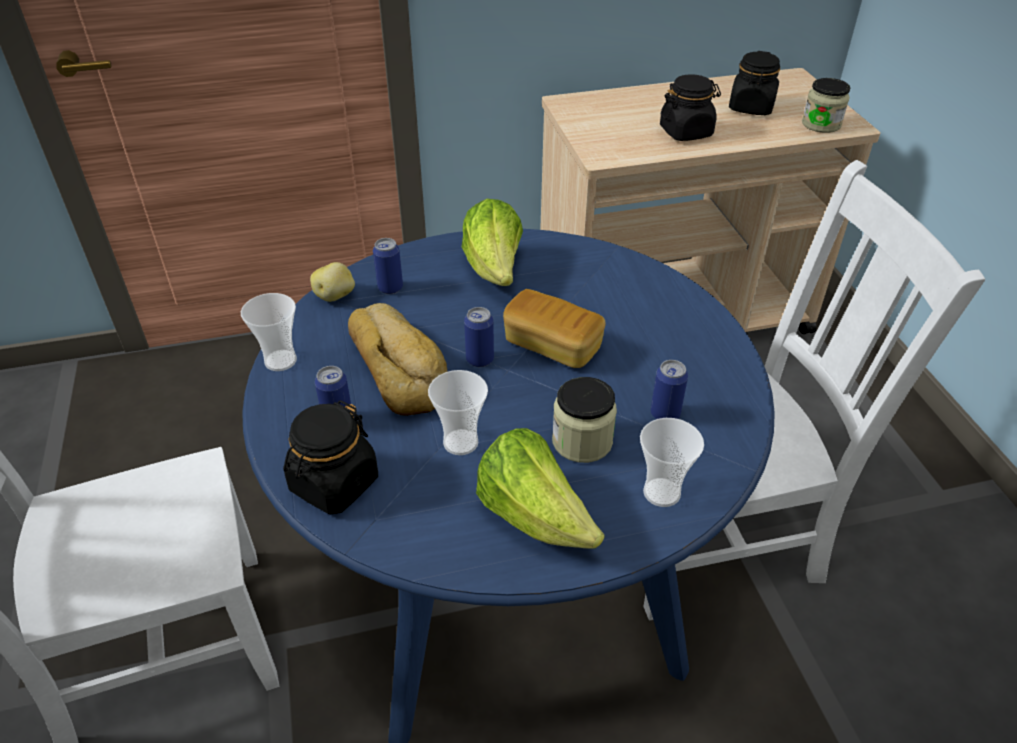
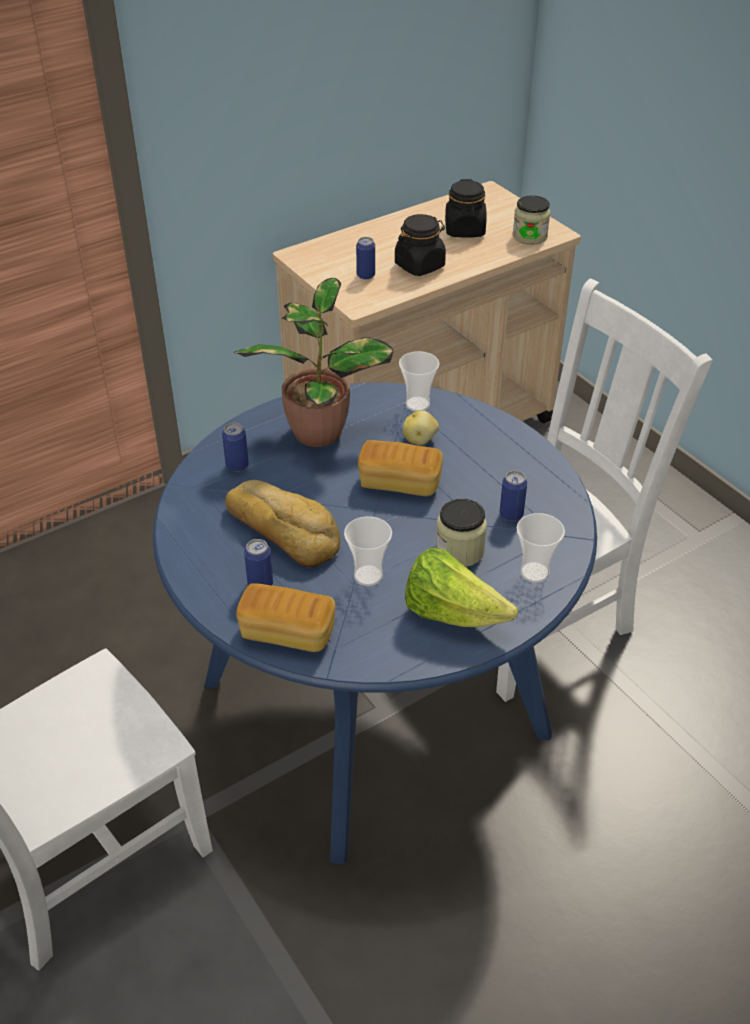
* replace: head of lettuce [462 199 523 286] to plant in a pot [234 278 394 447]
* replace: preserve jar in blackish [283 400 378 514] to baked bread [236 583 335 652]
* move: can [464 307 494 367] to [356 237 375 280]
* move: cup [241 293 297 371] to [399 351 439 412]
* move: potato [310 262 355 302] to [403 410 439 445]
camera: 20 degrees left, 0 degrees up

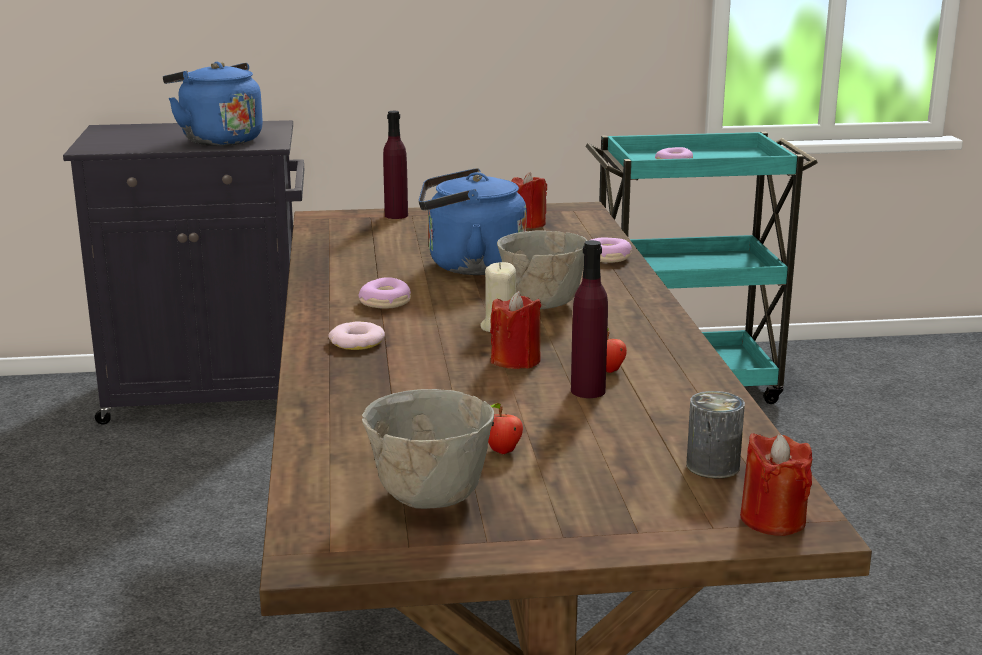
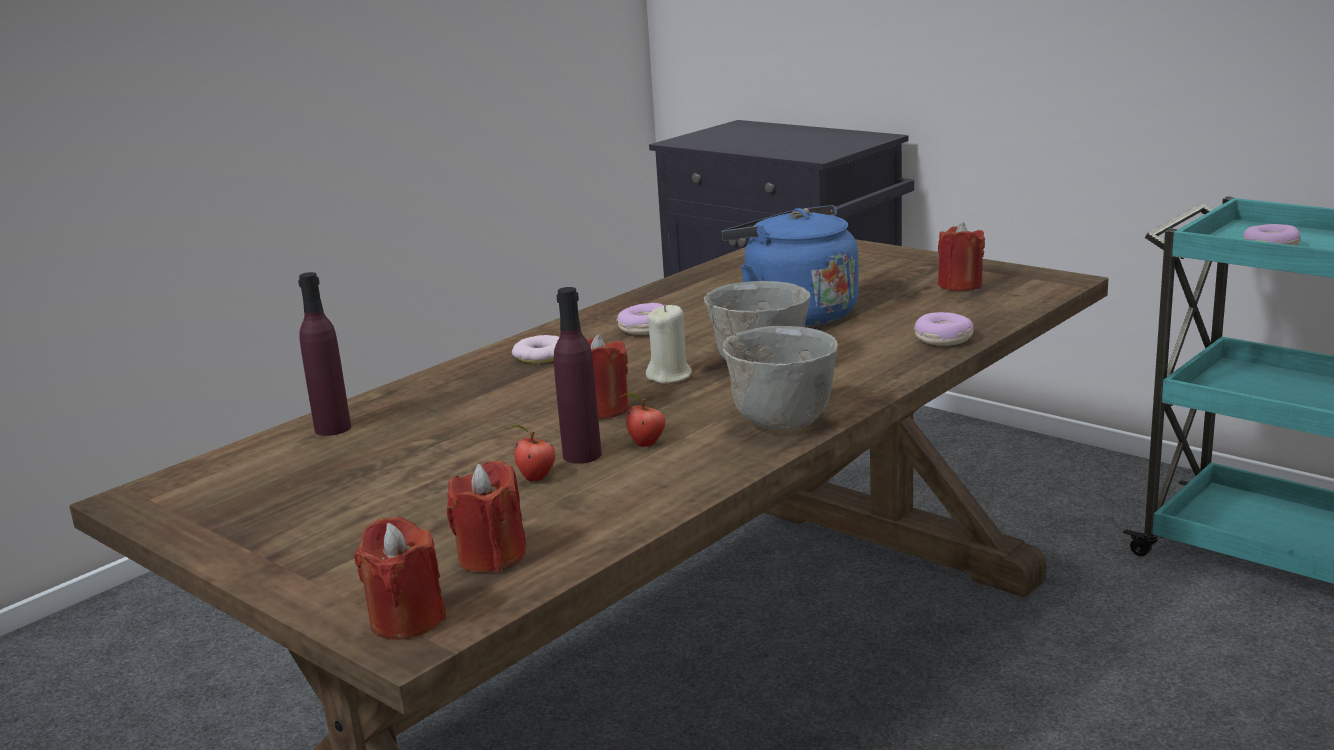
* move: bottle in purple [383 111 408 219] to [298 272 351 436]
* replace: can [686 391 745 478] to wax light in red [447 460 526 573]
* move: apple fruit [488 403 523 454] to [506 425 556 481]
* move: serving bowl in gray [362 389 494 509] to [723 326 838 431]
* delete: tea kettle in bluish [163 62 263 146]
camera: 50 degrees right, 0 degrees up

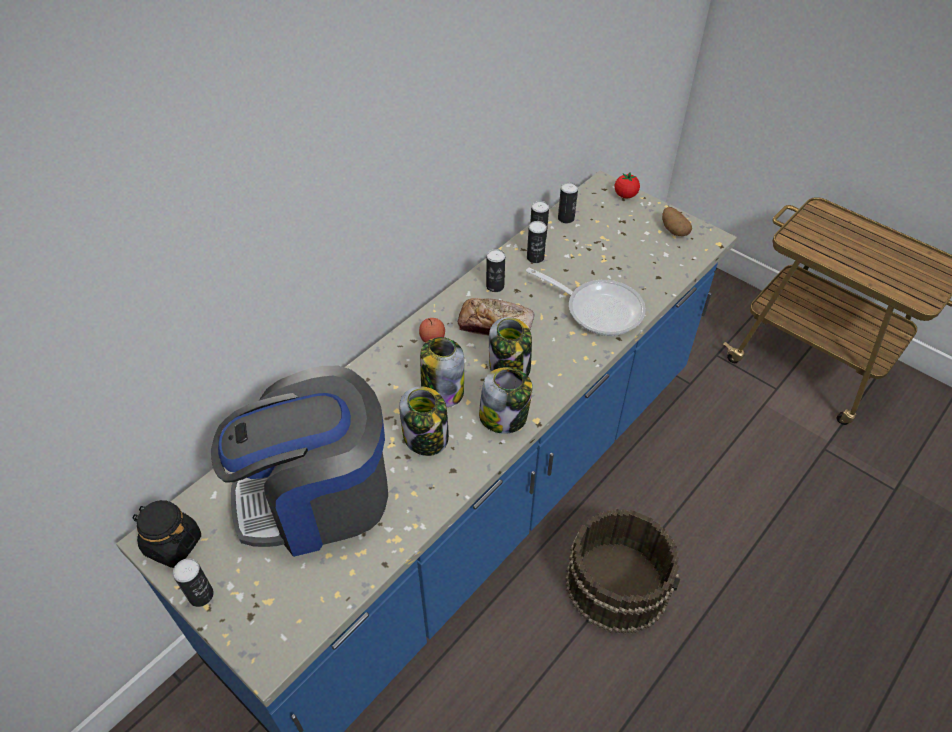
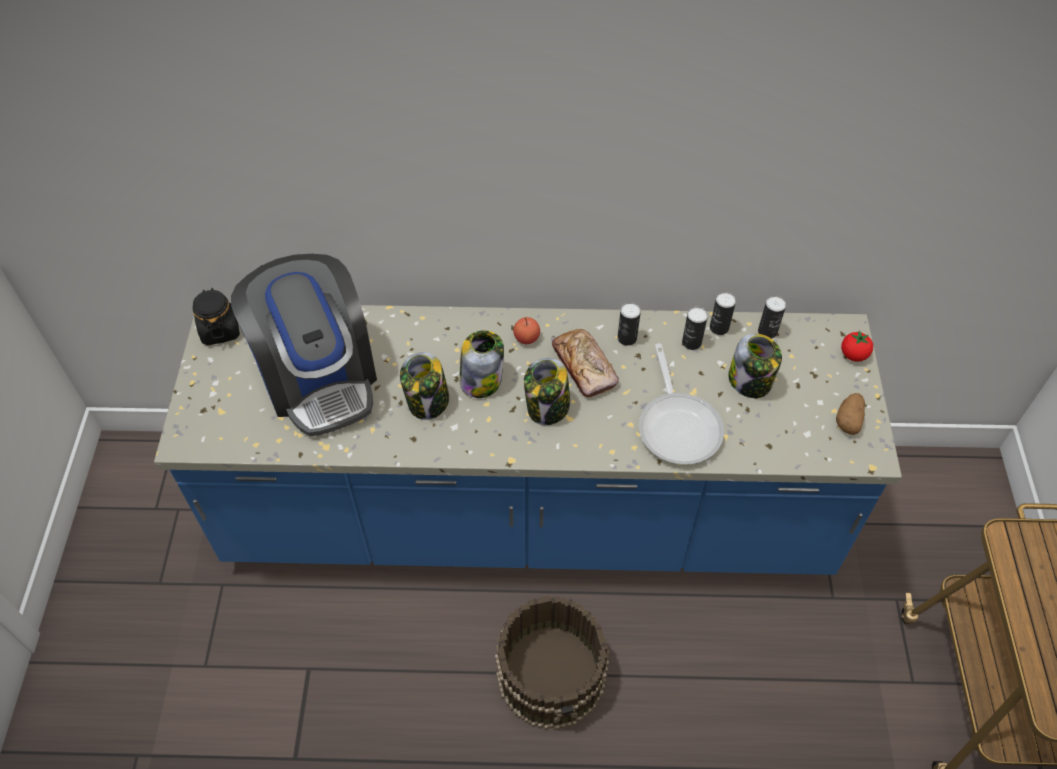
* rotate: coffee maker [211 366 388 557] = [231 254 377 436] 150 degrees counterclockwise
* move: preserve jar [479 367 533 434] to [728 333 782 398]
* delete: can [173 558 214 607]
camera: 50 degrees right, 5 degrees up

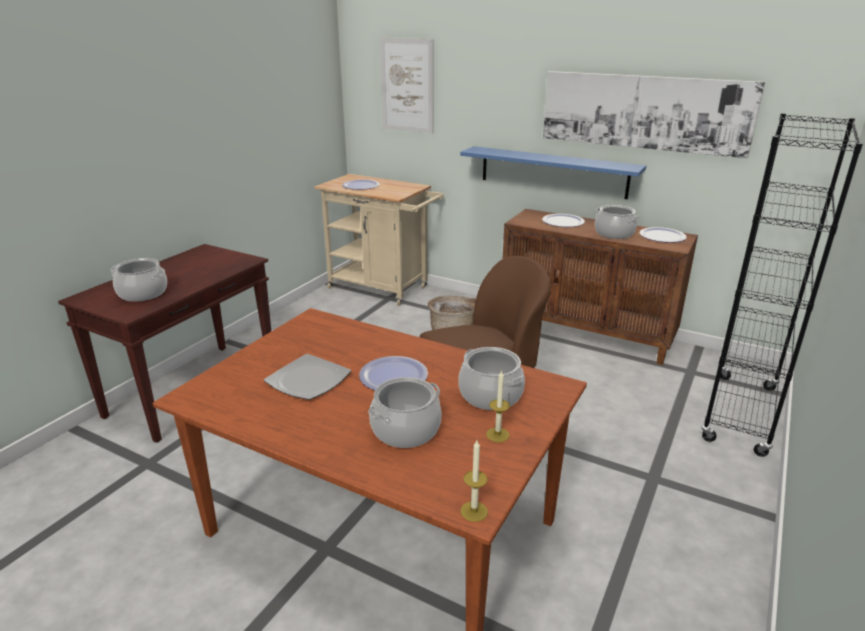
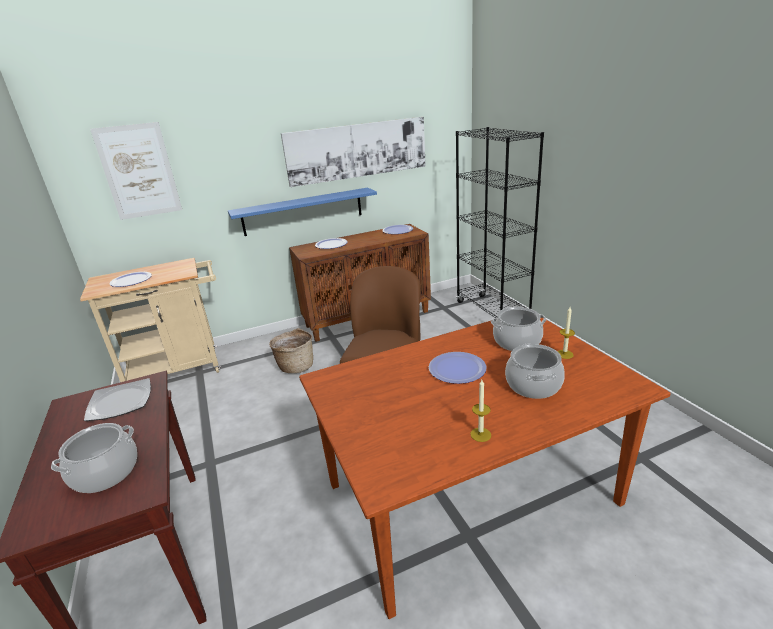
* move: flat dish [264 354 351 400] to [84 378 151 421]
* move: wax light [460 440 488 522] to [470 380 491 442]
* delete: saucepot [595 205 639 239]
camera: 50 degrees left, 0 degrees up

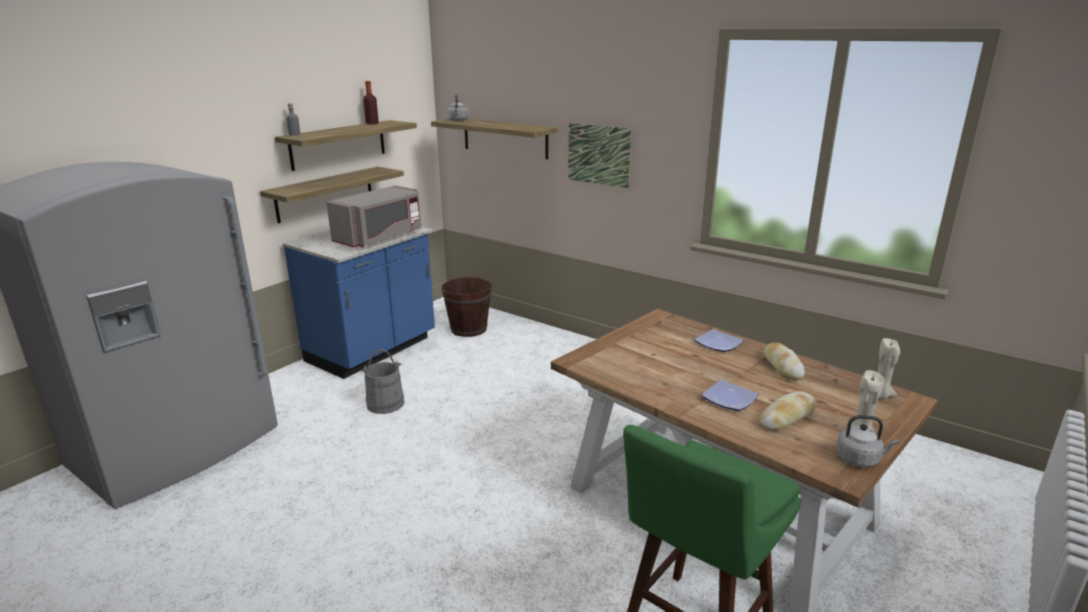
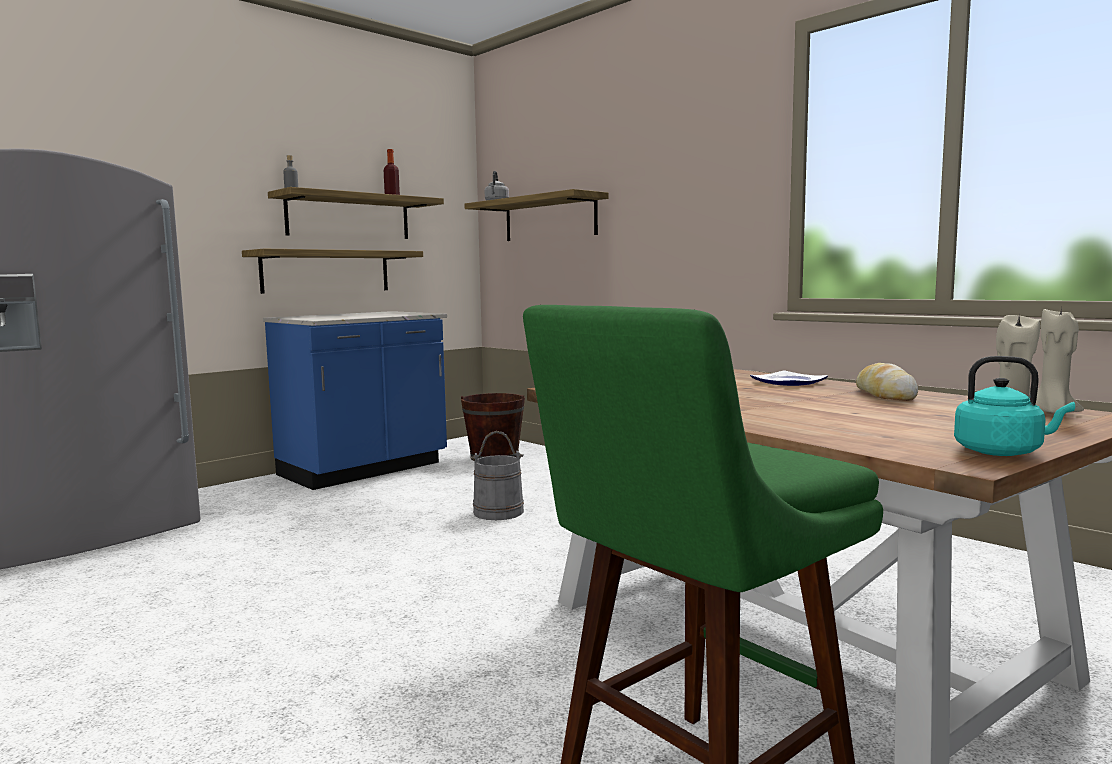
* move: water bucket in gray [361 349 404 414] to [470 431 524 520]
* recolor: tea kettle in gray [836 415 899 467] to tea kettle in turquoise [954 356 1075 456]
* delete: microwave oven in gray [326 185 421 247]
* delete: picture [568 123 632 188]
* delete: flat dish [702 380 759 411]
* delete: baked bread [759 391 816 431]
camera: 10 degrees right, 15 degrees down

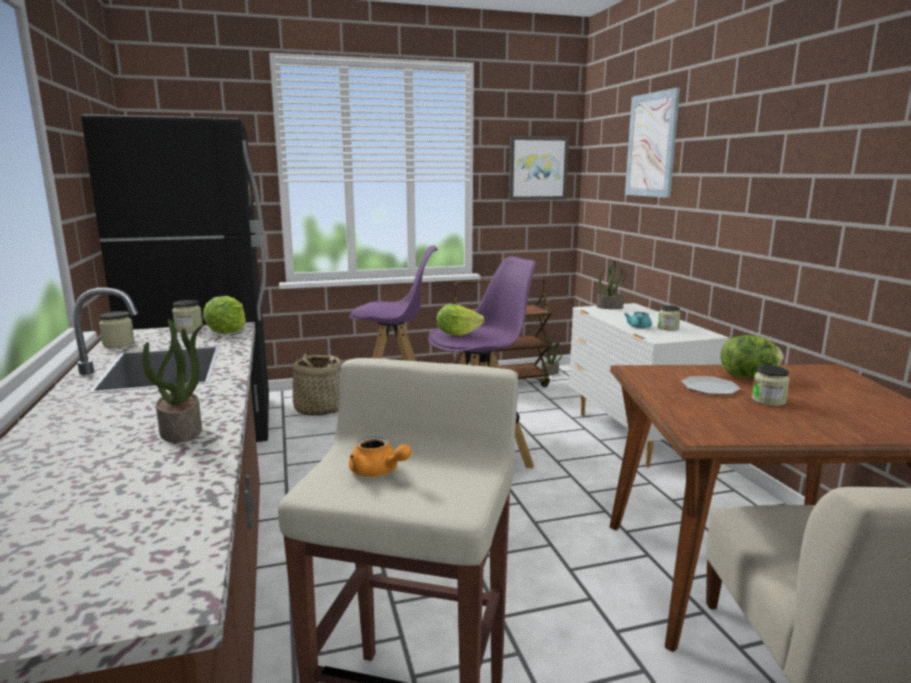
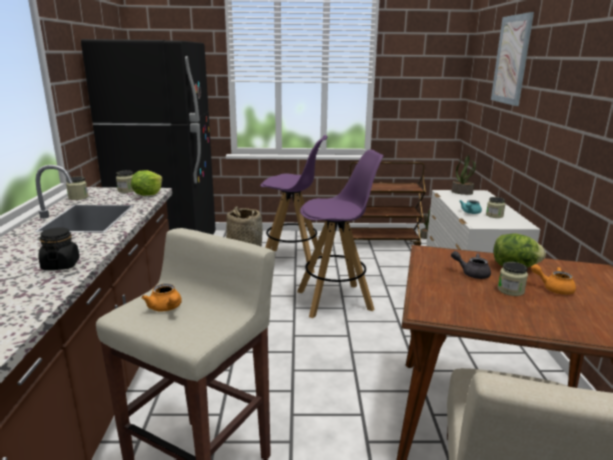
* replace: plant in a pot [142 319 204 443] to preserve jar in blackish [38 227 79 270]
* replace: flat dish [681 376 741 395] to tea pot in gray [451 251 491 279]
* insert: tea pot in orange [531 264 576 295]
* delete: head of lettuce [436 304 485 336]
* delete: picture [509 136 569 200]
camera: 15 degrees right, 5 degrees up

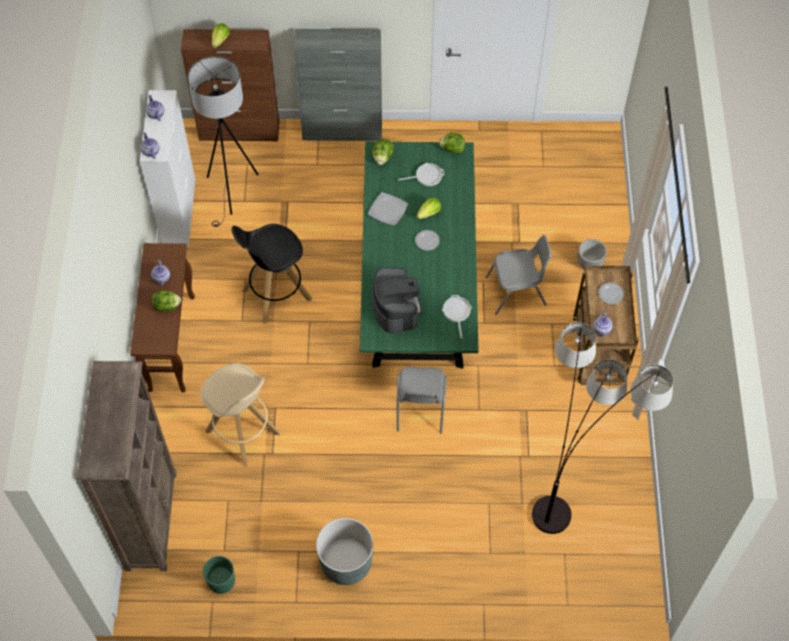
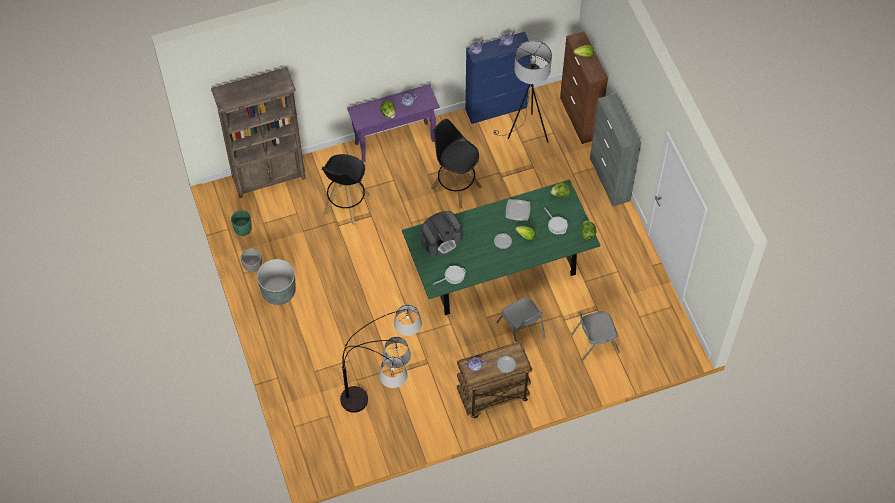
* move: planter [578 239 607 269] to [241 248 262 272]
* recolor: sitting stool in beige-coloured [200 363 280 466] to sitting stool in blackish [322 154 370 225]
* recolor: hall table in brown [130 243 195 392] to hall table in purple [347 84 439 162]
* recolor: cabinet in whitish [140 90 196 247] to cabinet in bluish [465 32 531 124]
* move: chair in gray [397 367 447 434] to [572 311 620 362]
camera: 70 degrees right, 0 degrees up

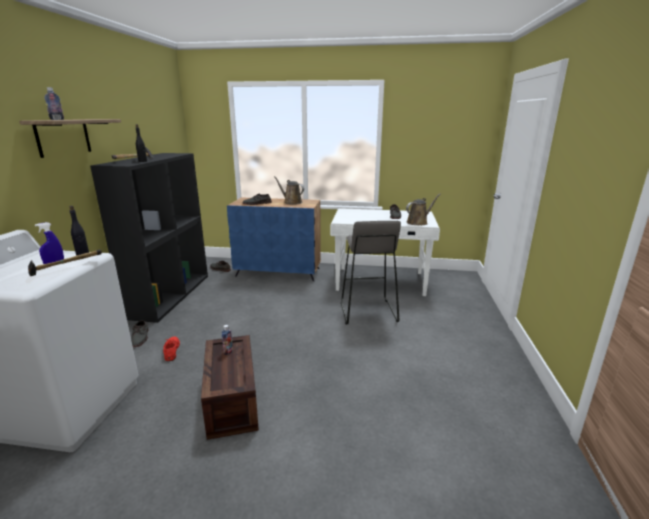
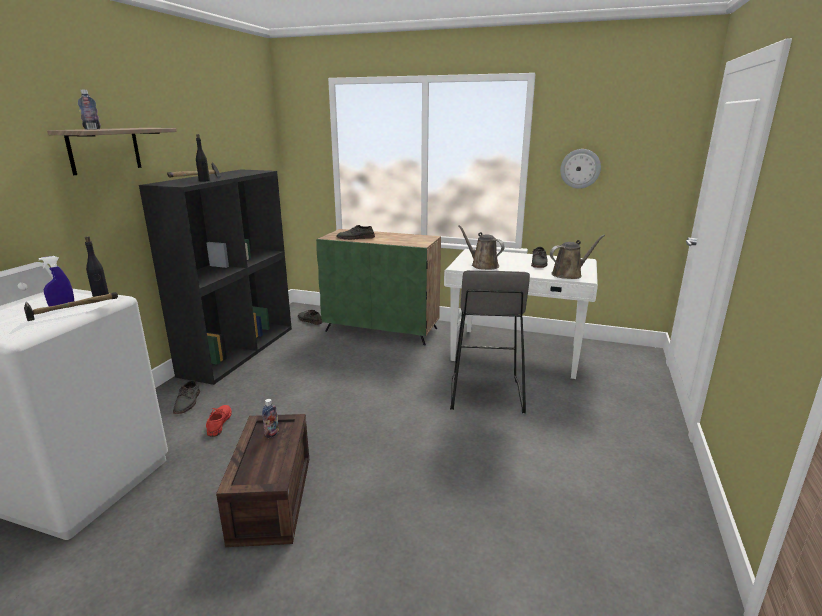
* recolor: cabinet in bluish [227 197 321 281] to cabinet in green-coloured [316 229 441 346]
* move: sprinkling can in brown [274 176 304 205] to [458 225 505 270]
* insert: hanging clock [560 149 601 189]
camera: 10 degrees right, 0 degrees up

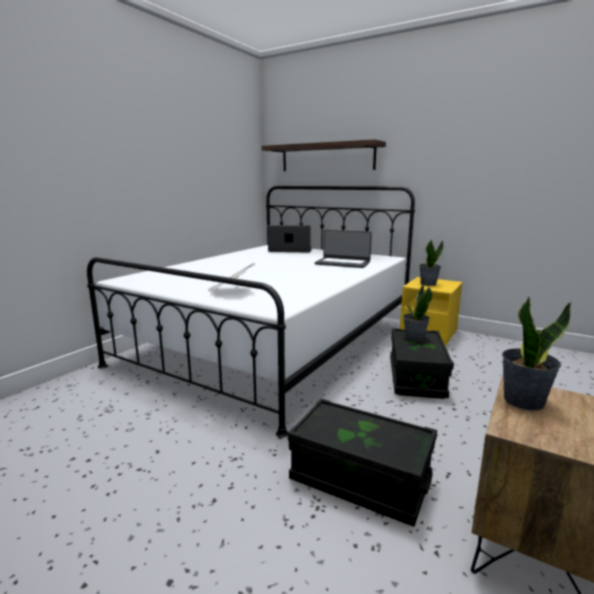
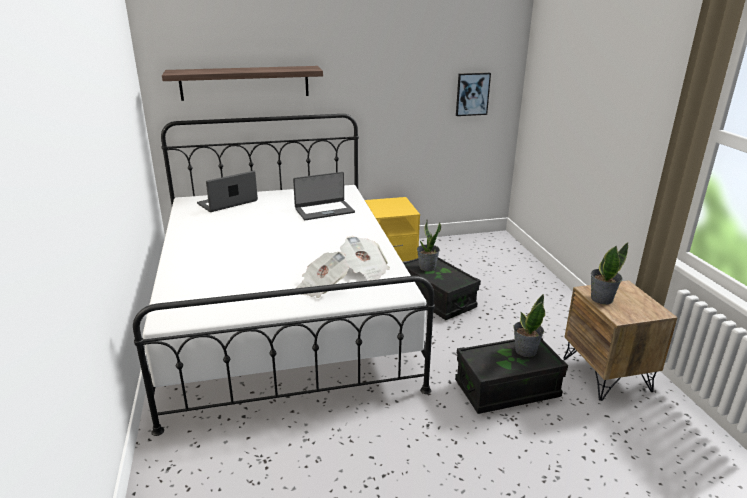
* insert: newspaper [340 236 390 280]
* insert: picture [456 73 491 116]
* move: plant in a pot [419 239 443 286] to [514 293 545 357]
camera: 45 degrees left, 10 degrees up

